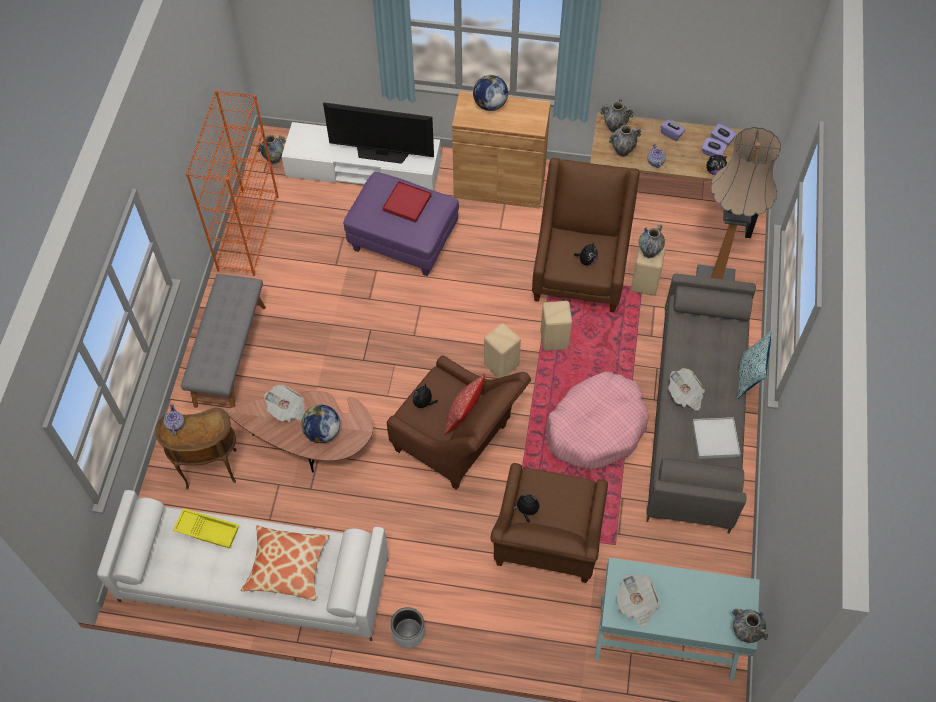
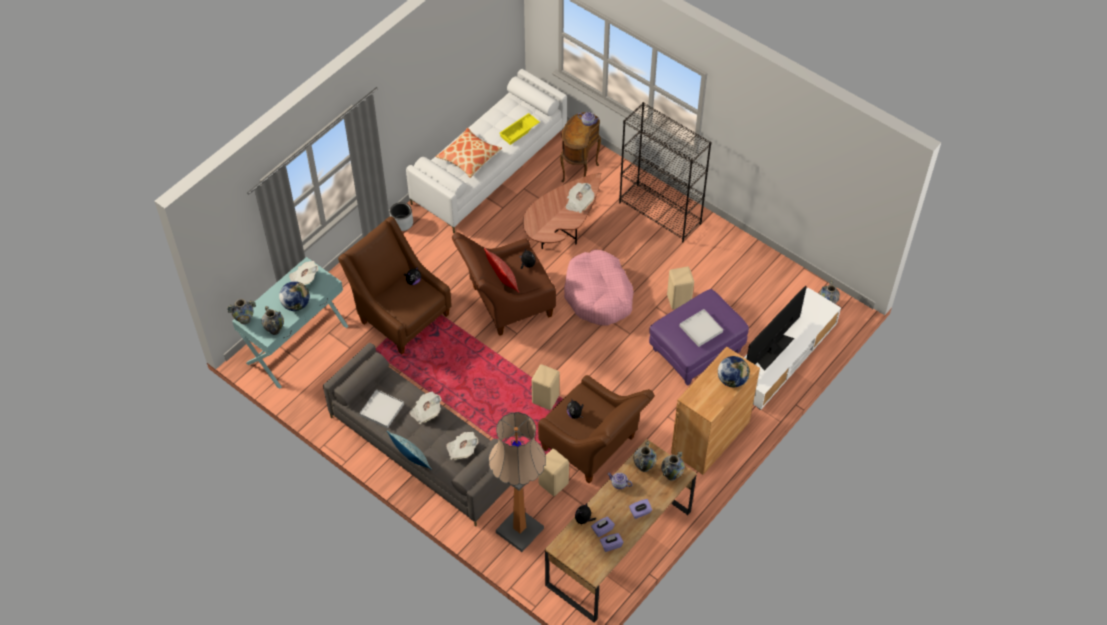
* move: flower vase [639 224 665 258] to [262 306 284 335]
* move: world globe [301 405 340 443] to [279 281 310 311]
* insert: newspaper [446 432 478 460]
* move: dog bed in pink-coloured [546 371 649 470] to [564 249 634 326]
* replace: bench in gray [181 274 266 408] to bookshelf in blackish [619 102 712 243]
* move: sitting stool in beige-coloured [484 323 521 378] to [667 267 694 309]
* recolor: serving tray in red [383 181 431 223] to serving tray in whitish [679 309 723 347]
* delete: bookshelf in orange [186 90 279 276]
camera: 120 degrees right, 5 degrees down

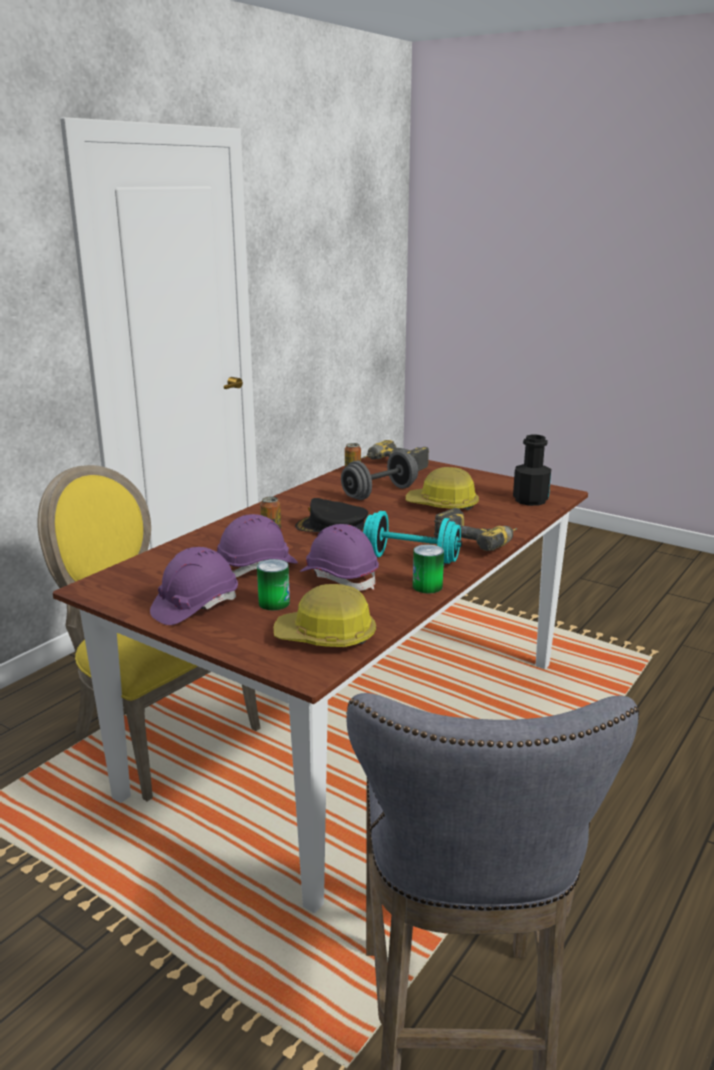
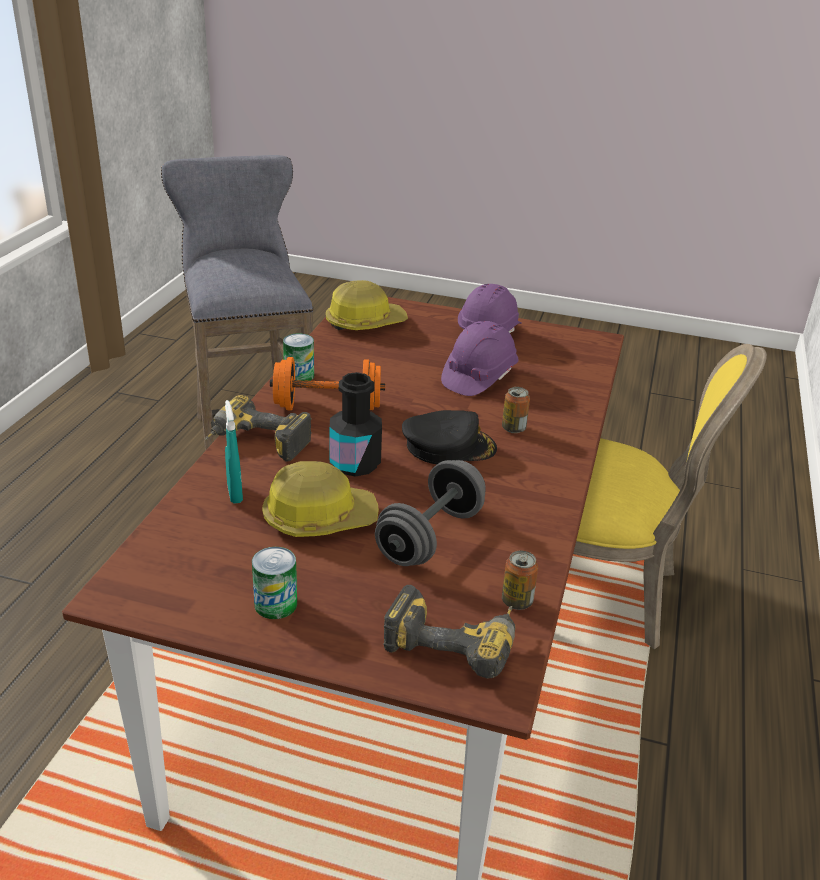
* insert: hand sprayer in turquoise [225 400 243 504]
* move: can [257 559 290 611] to [252 547 297 619]
* recolor: free weight in turquoise [363 511 462 566] to free weight in orange [270 357 385 410]
* move: bottle in blackish [513 435 551 506] to [329 372 382 476]
* delete: safety helmet in purple [299 524 379 591]
camera: 160 degrees right, 10 degrees up

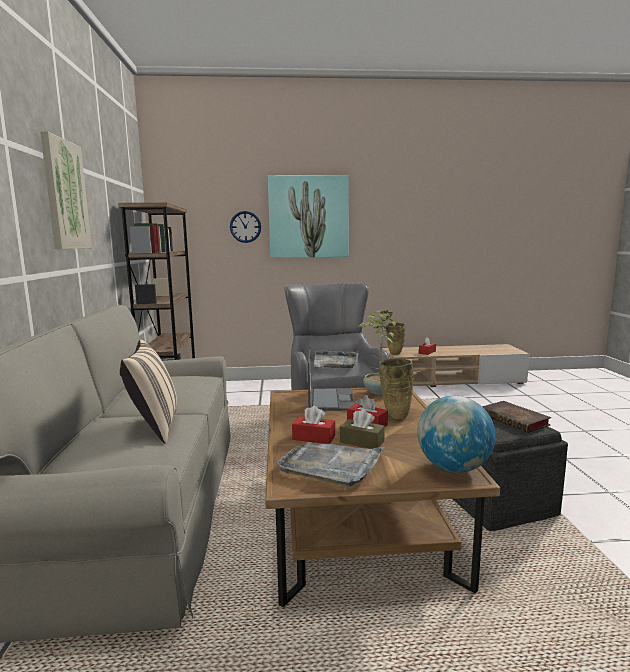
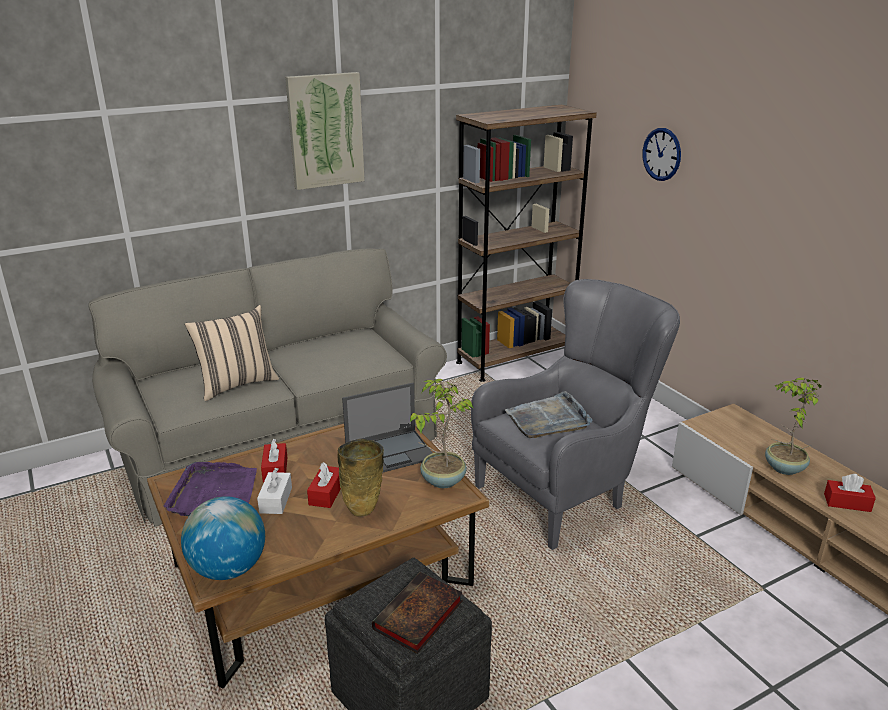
* recolor: serving tray in gray [276 442 385 487] to serving tray in purple [164 462 257 516]
* recolor: tissue box in brown [340 409 385 449] to tissue box in whitish [257 468 292 514]
* replace: flower vase in beige-coloured [386 322 406 355] to plant in a pot [765 378 822 475]
* delete: picture [268 175 349 258]
camera: 65 degrees right, 15 degrees up

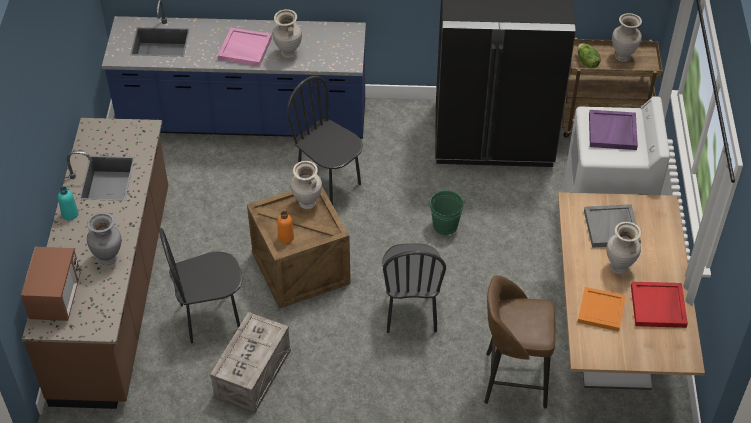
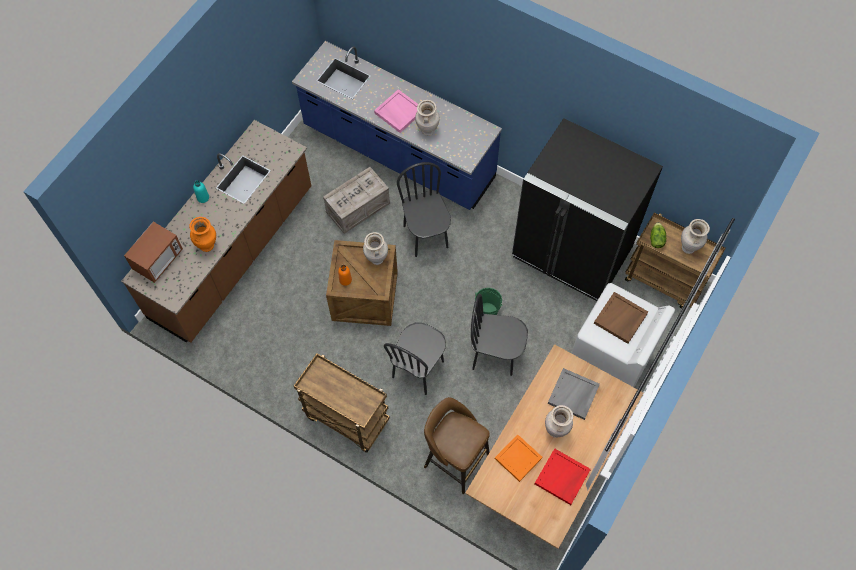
* recolor: flower vase in gray [87 212 121 265] to flower vase in orange [189 217 216 252]
* insert: cart in brown [294 353 390 453]
* move: packing crate [210 312 291 414] to [323 167 390 234]
* move: chair in blackish [159 228 243 343] to [471 294 528 376]
* recolor: serving tray in purple [589 110 638 150] to serving tray in brown [594 292 648 344]
camera: 30 degrees right, 15 degrees up

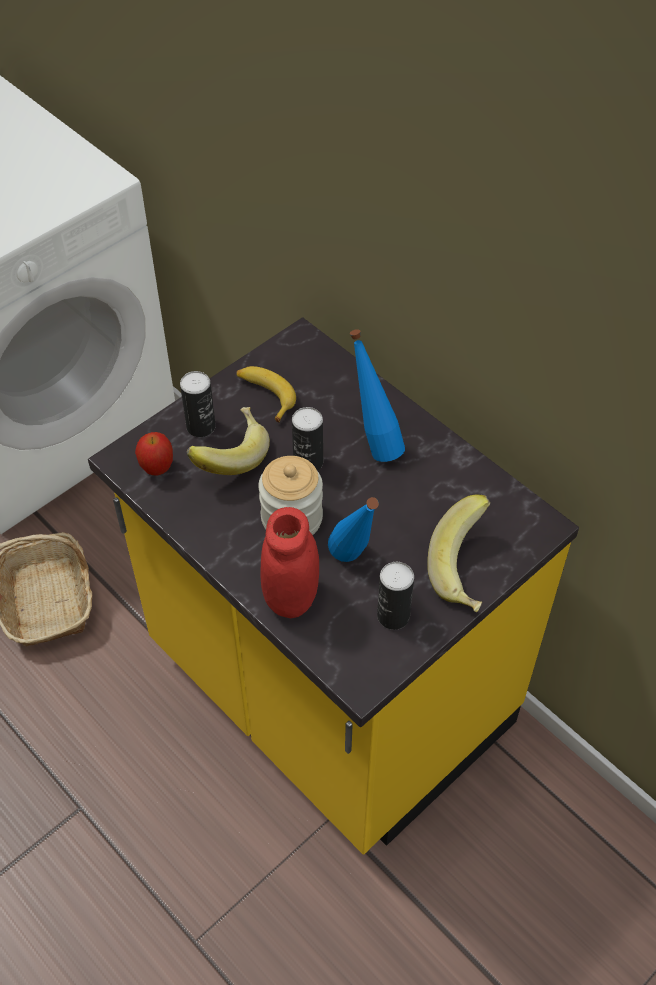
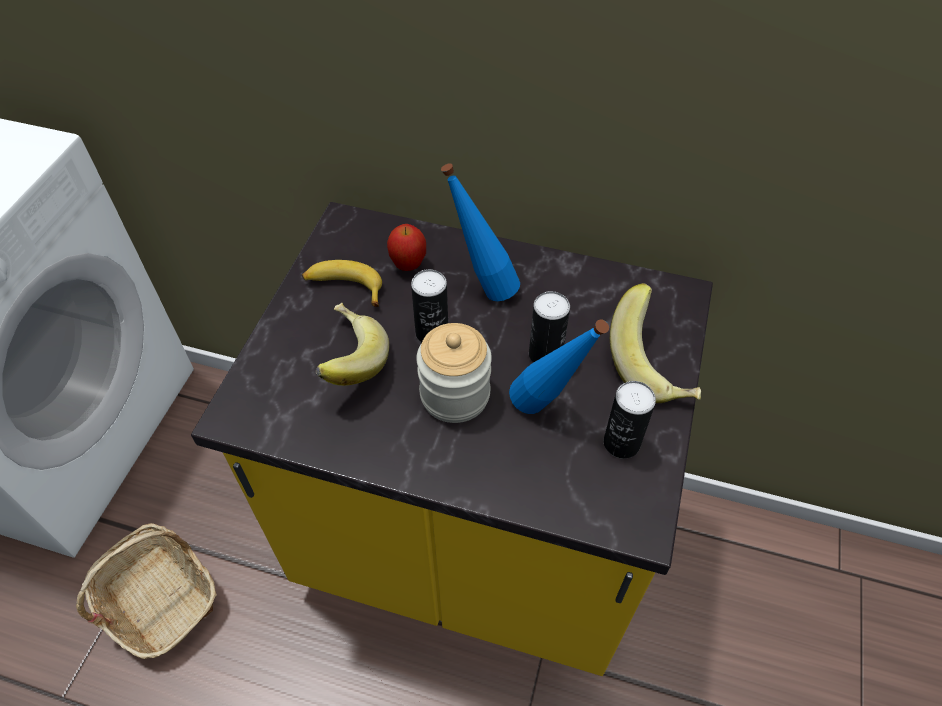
* move: apple fruit [135 432 173 476] to [387 224 426 271]
* move: can [180 371 216 437] to [529 291 570 363]
* delete: preserve jar in red [260 507 319 618]
camera: 30 degrees left, 0 degrees up

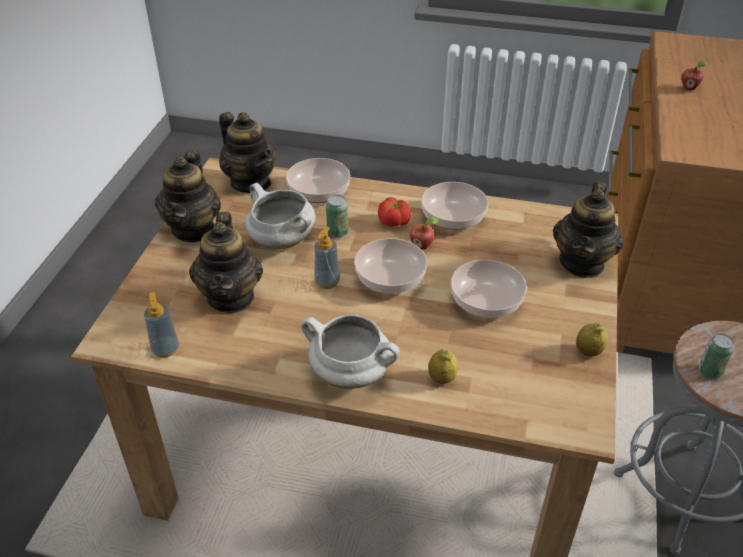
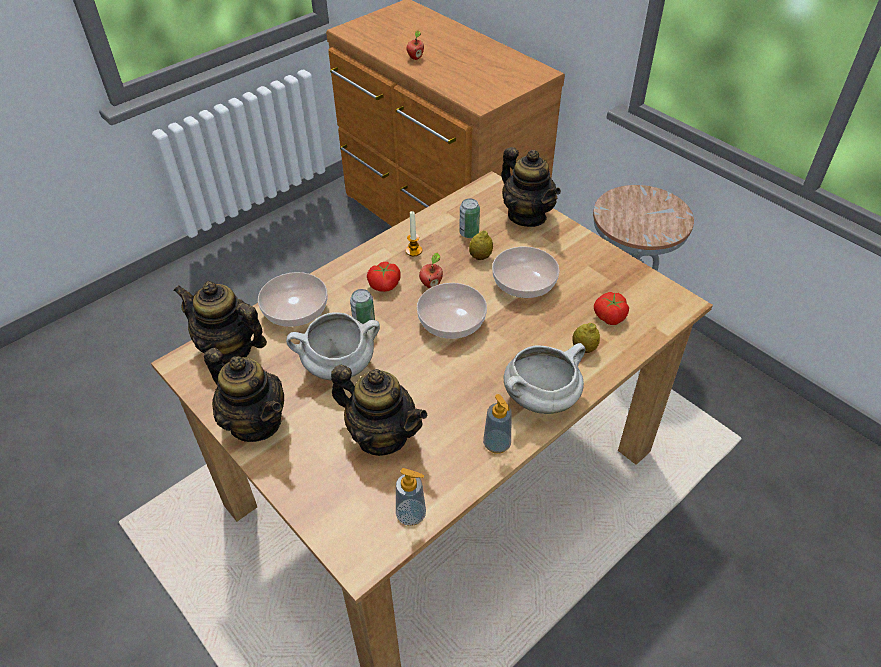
* rotate: tea pot [219 112 276 193] = [173 281 267 365] 150 degrees counterclockwise
* replace: serving bowl [421 182 488 230] to wax light [405 211 422 256]
* move: can [699 334 734 379] to [459 198 480 238]
* move: citrus fruit [576 323 607 356] to [469 231 493 260]
* move: liquid soap bottle [315 227 340 289] to [483 394 512 454]
* insert: fresh tomato [594 292 629 325]
camera: 55 degrees left, 5 degrees up

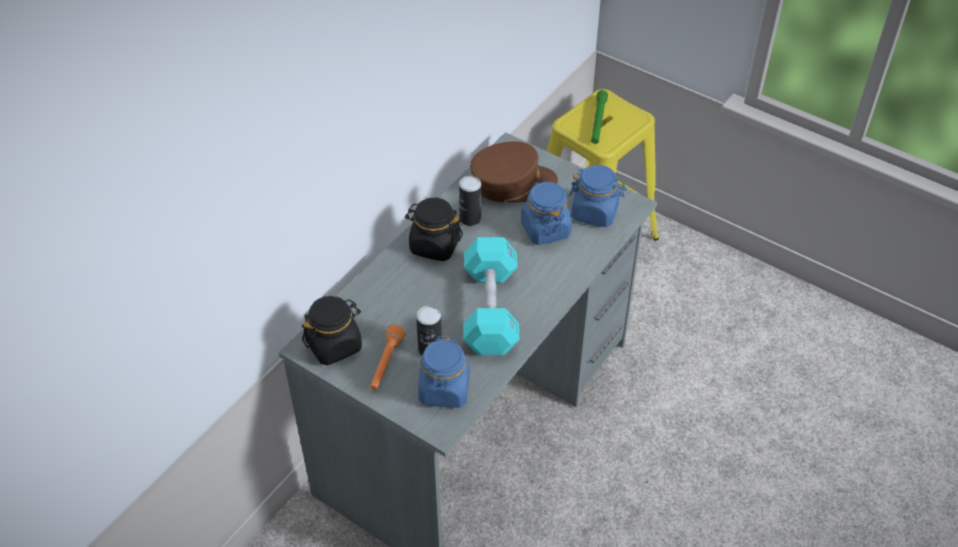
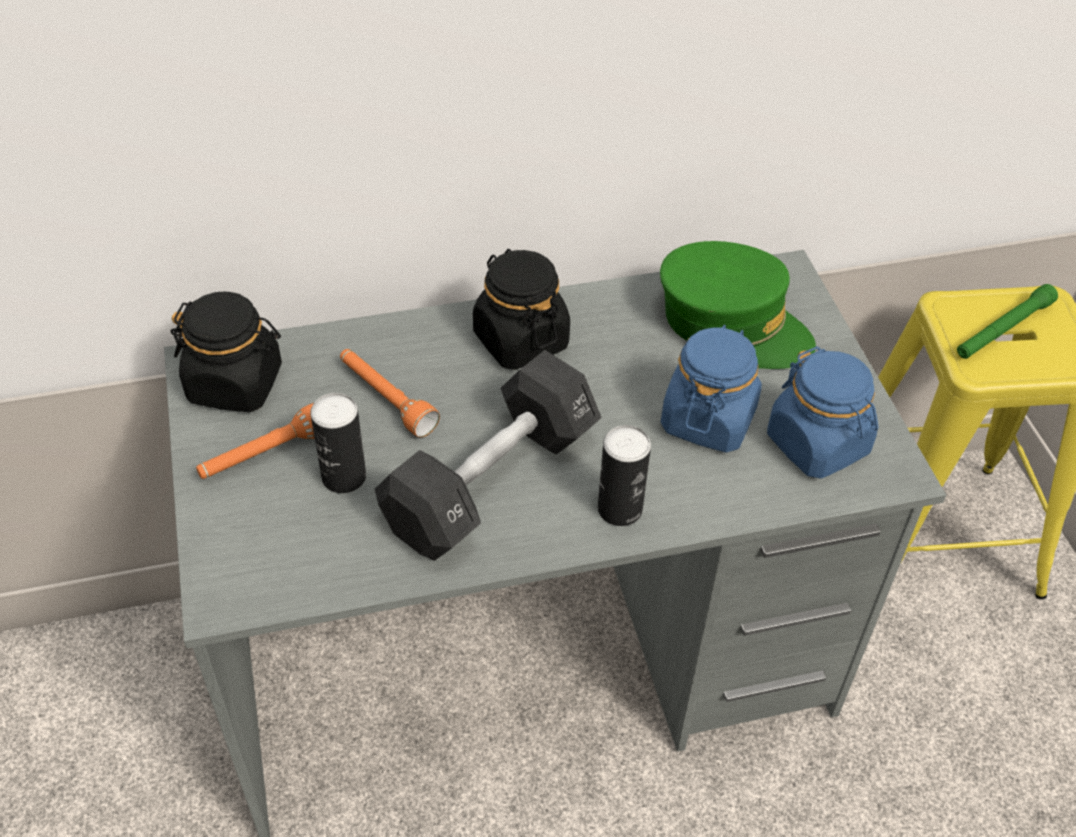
* insert: flashlight in orange [340 349 440 437]
* recolor: free weight in turquoise [463 237 519 355] to free weight in blackish [375 350 602 561]
* move: can [459 176 481 226] to [598 425 651 526]
* recolor: cap in brown [470 141 558 203] to cap in green-coloured [660 241 816 369]
* delete: preserve jar in bluish [418 336 470 408]
camera: 40 degrees right, 0 degrees up

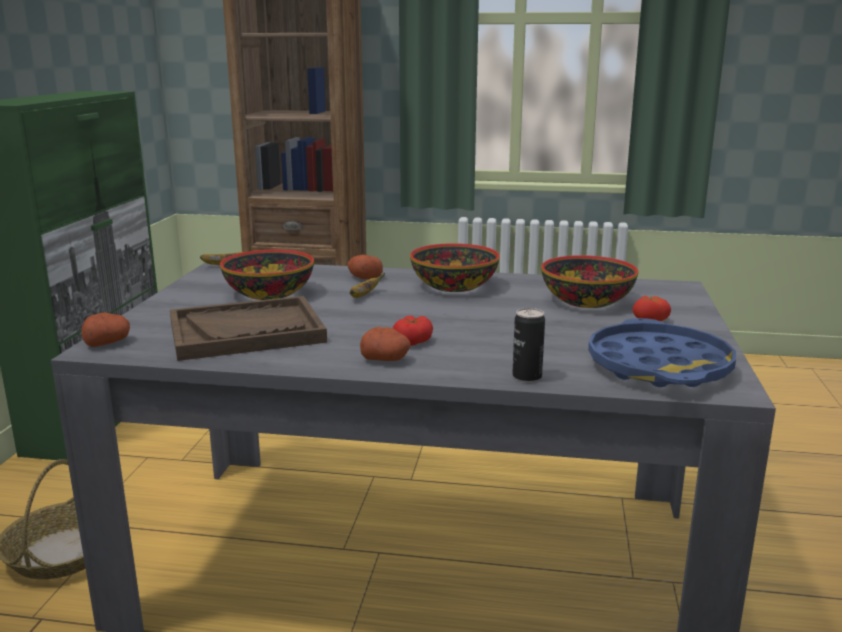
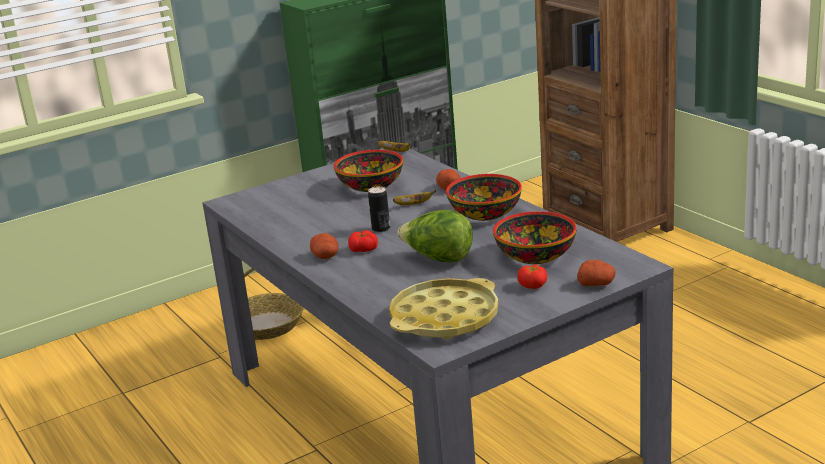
* move: can [512 308 545 382] to [368 186 390 232]
* recolor: serving tray in bluish [588 318 736 387] to serving tray in yellow [389 278 498 339]
* insert: head of lettuce [398 210 473 262]
* move: potato [81 312 130 347] to [577 260 615 286]
* delete: serving tray in brown [170 296 327 361]
camera: 50 degrees right, 5 degrees up

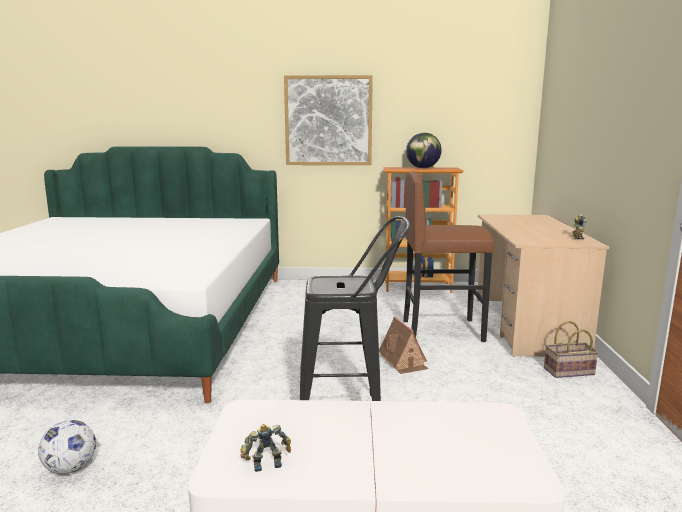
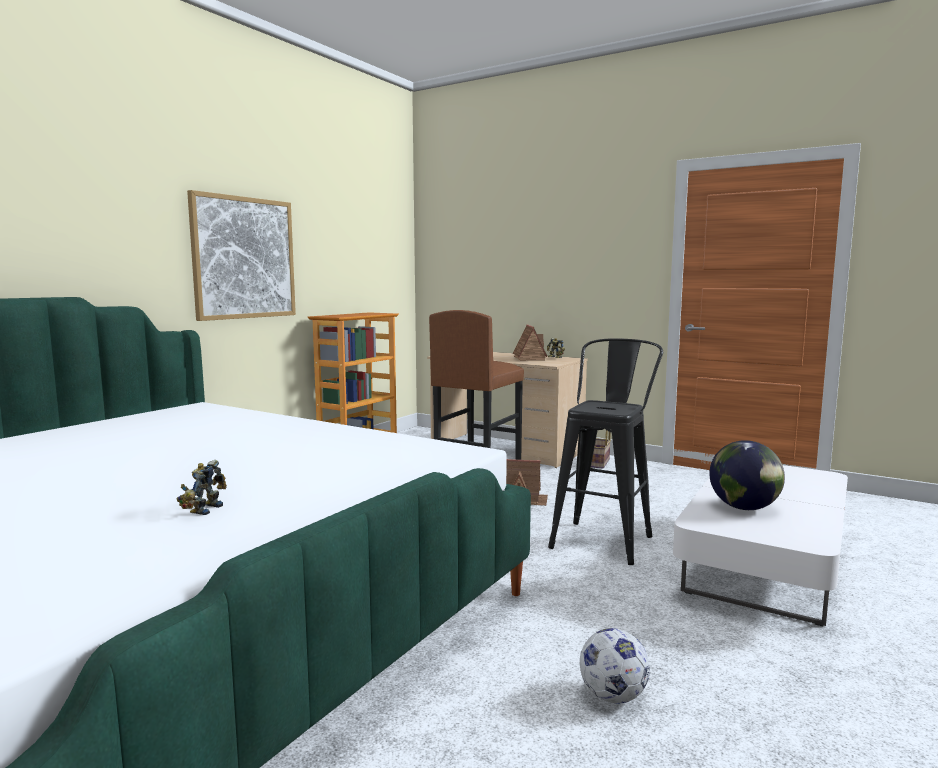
* move: model robot [240 424 291 472] to [177 460 227 515]
* insert: toy house [513 325 548 361]
* move: world globe [406 133 442 168] to [710 440 785 510]
camera: 60 degrees left, 5 degrees down

